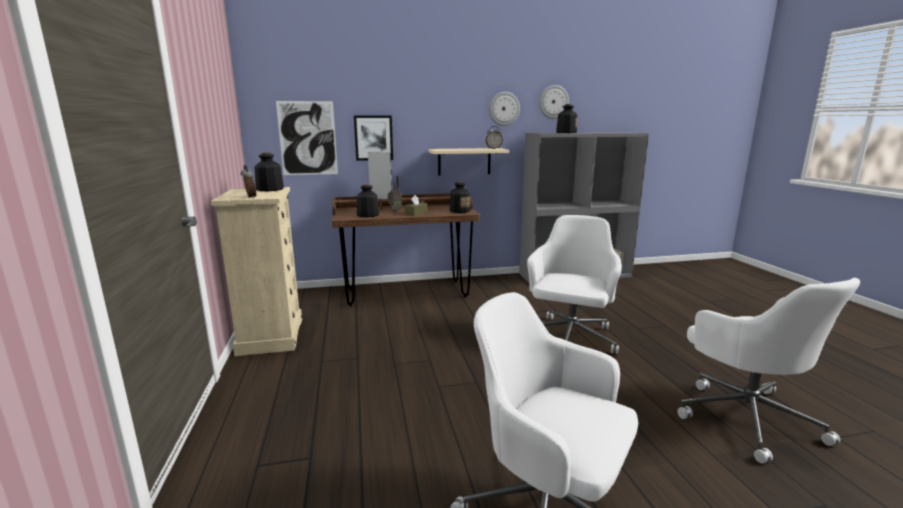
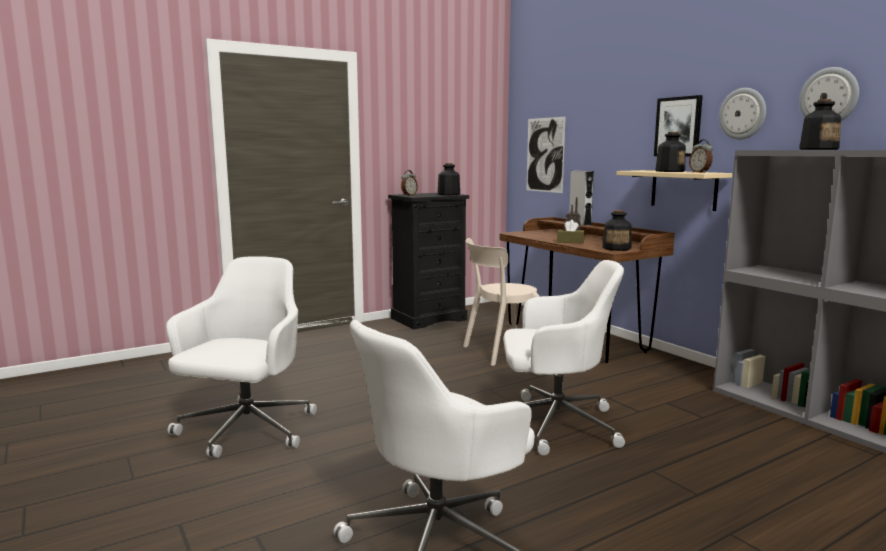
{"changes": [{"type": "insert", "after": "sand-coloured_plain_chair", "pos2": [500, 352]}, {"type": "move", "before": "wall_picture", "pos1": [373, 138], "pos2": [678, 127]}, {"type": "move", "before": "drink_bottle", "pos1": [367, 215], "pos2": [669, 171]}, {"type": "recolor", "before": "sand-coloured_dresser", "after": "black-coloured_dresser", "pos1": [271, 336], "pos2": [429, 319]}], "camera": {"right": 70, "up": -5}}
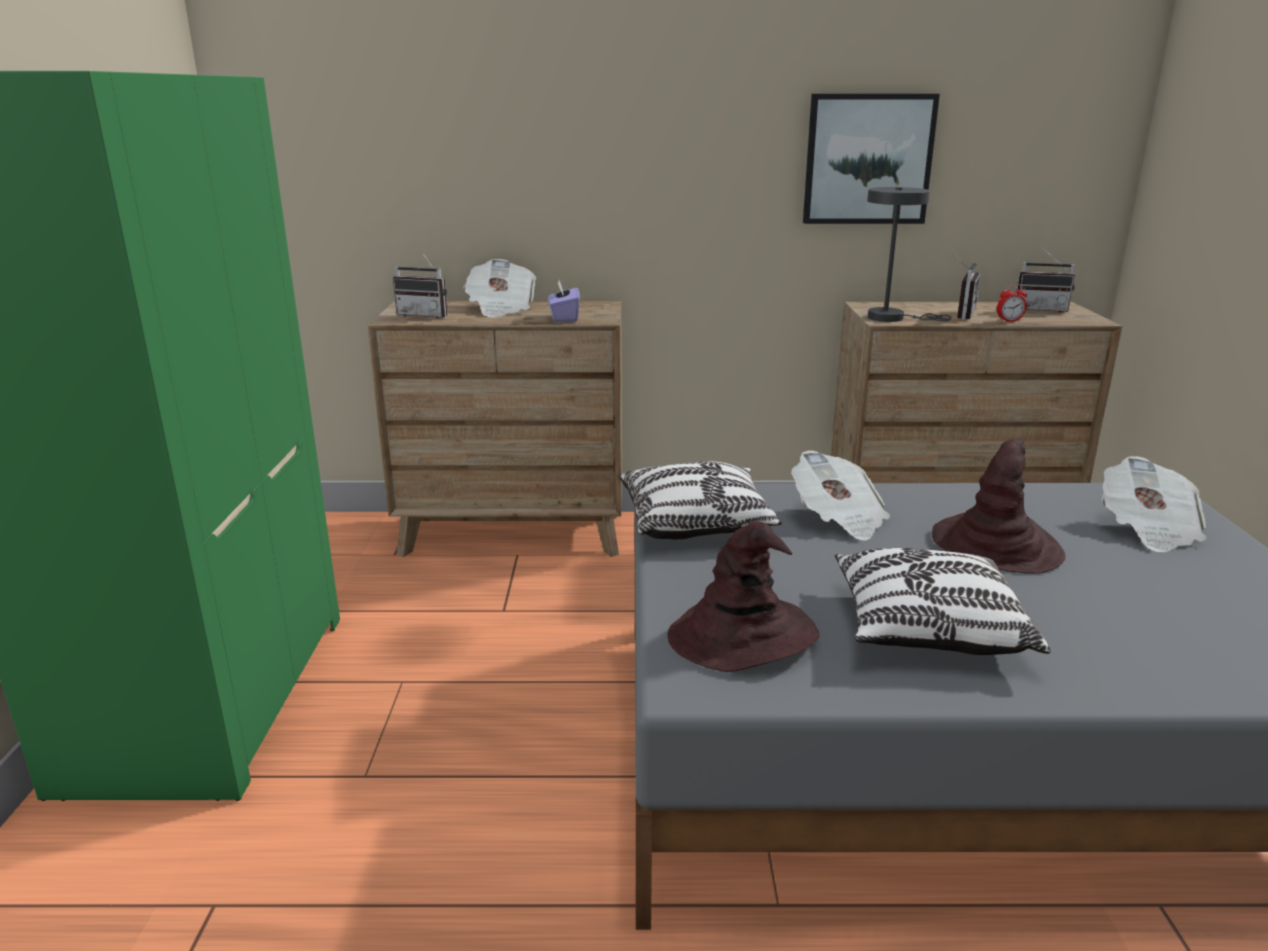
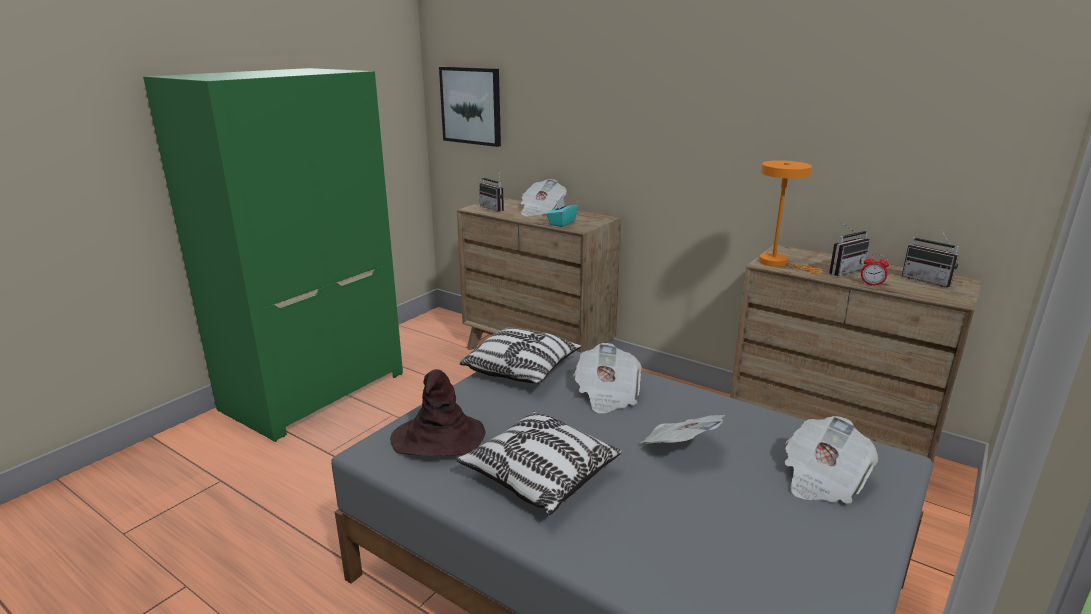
{"changes": [{"type": "move", "before": "wall_picture", "pos1": [868, 159], "pos2": [471, 106]}, {"type": "replace", "before": "brown_hat", "after": "newspaper", "pos1": [996, 545], "pos2": [679, 447]}, {"type": "recolor", "before": "purple_box_of_tissues", "after": "turquoise-coloured_box_of_tissues", "pos1": [564, 318], "pos2": [561, 223]}, {"type": "recolor", "before": "gray_tabletop_lamp", "after": "orange_tabletop_lamp", "pos1": [892, 318], "pos2": [778, 263]}], "camera": {"right": 35, "up": 0}}
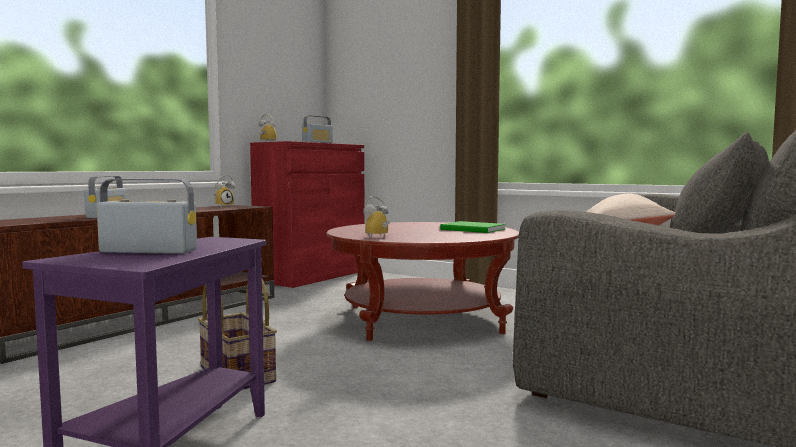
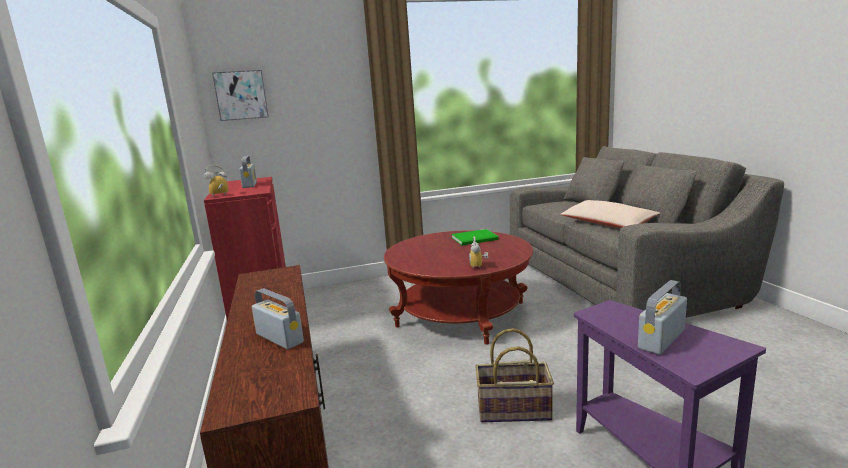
{"changes": [{"type": "delete", "before": "alarm_clock", "pos1": [223, 206]}, {"type": "insert", "after": "wall_picture", "pos2": [241, 95]}], "camera": {"right": -50, "up": 10}}
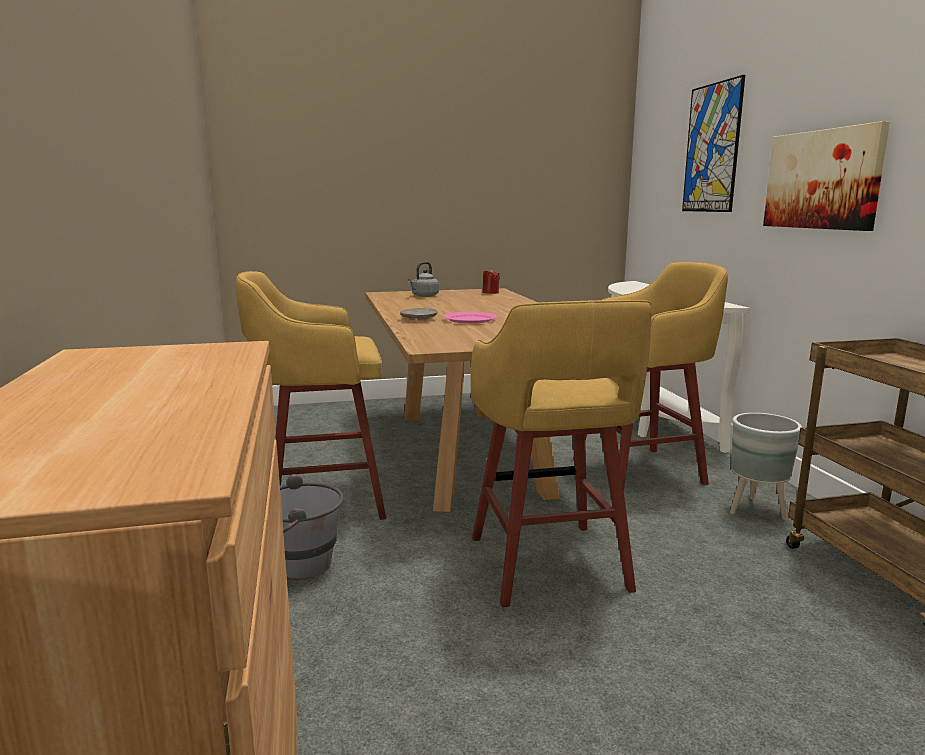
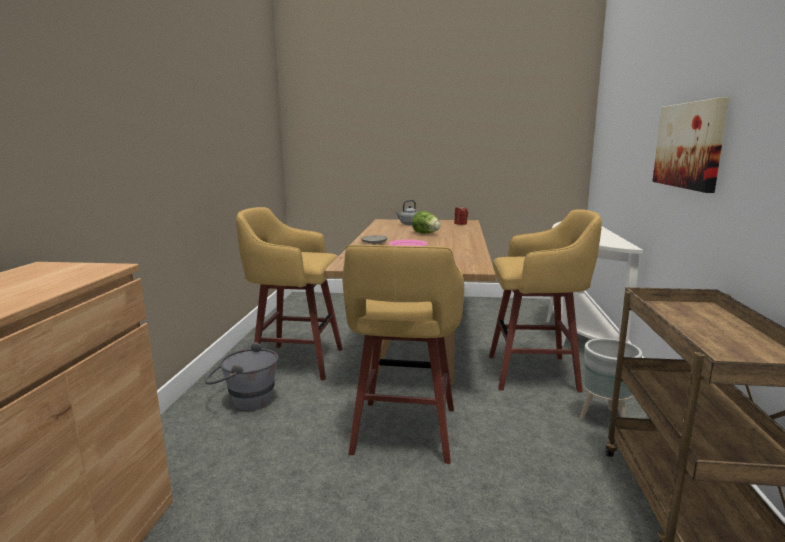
{"changes": [{"type": "delete", "before": "wall_picture", "pos1": [712, 148]}, {"type": "insert", "after": "lettuce_head", "pos2": [426, 233]}], "camera": {"right": 20, "up": 0}}
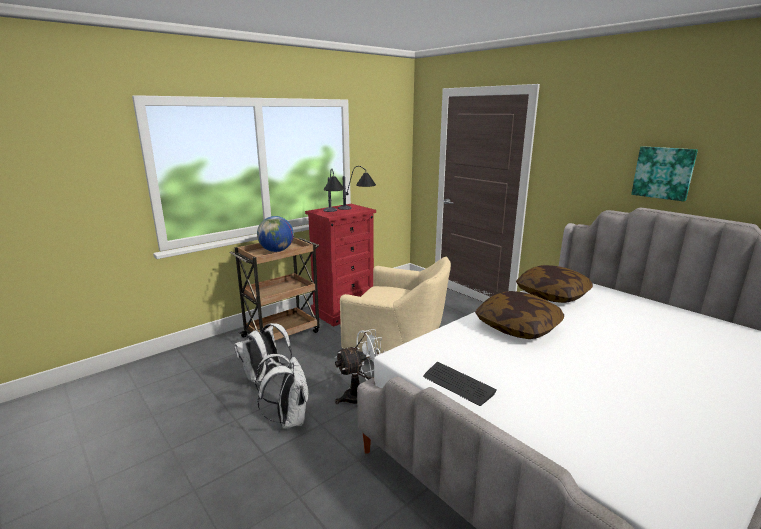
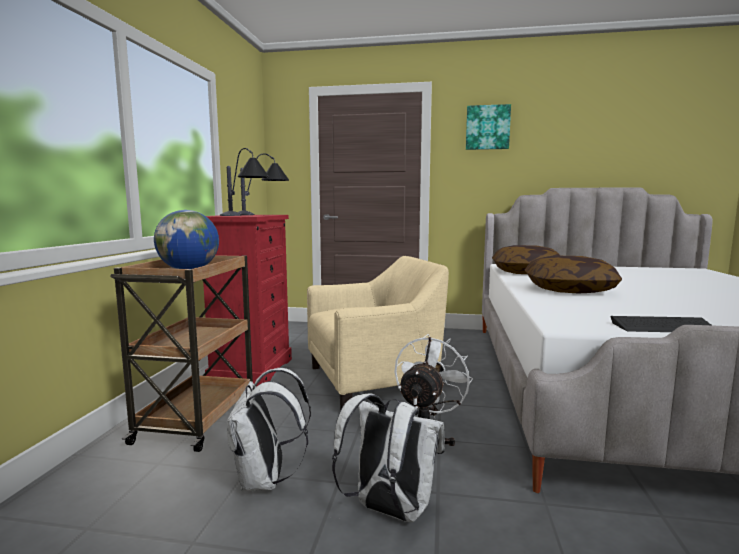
{"changes": [{"type": "move", "before": "wall_picture", "pos1": [663, 173], "pos2": [487, 127]}], "camera": {"right": -40, "up": -10}}
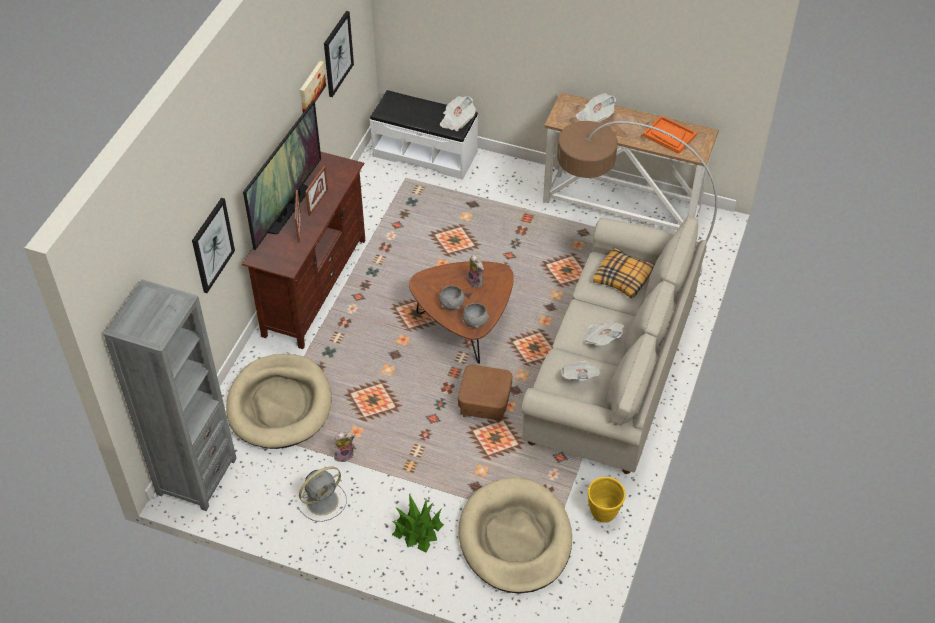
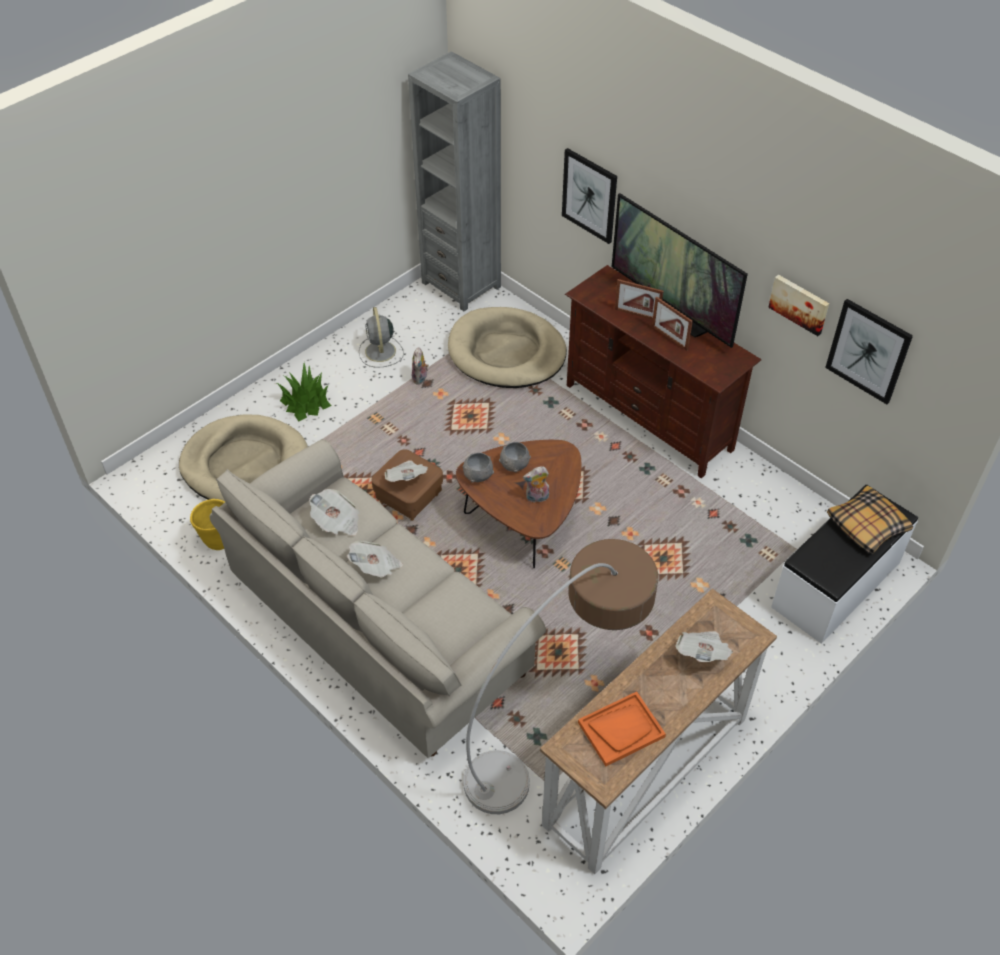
{"changes": [{"type": "move", "before": "newspaper", "pos1": [457, 121], "pos2": [406, 479]}, {"type": "move", "before": "throw_pillow", "pos1": [623, 278], "pos2": [866, 526]}], "camera": {"right": 115, "up": 0}}
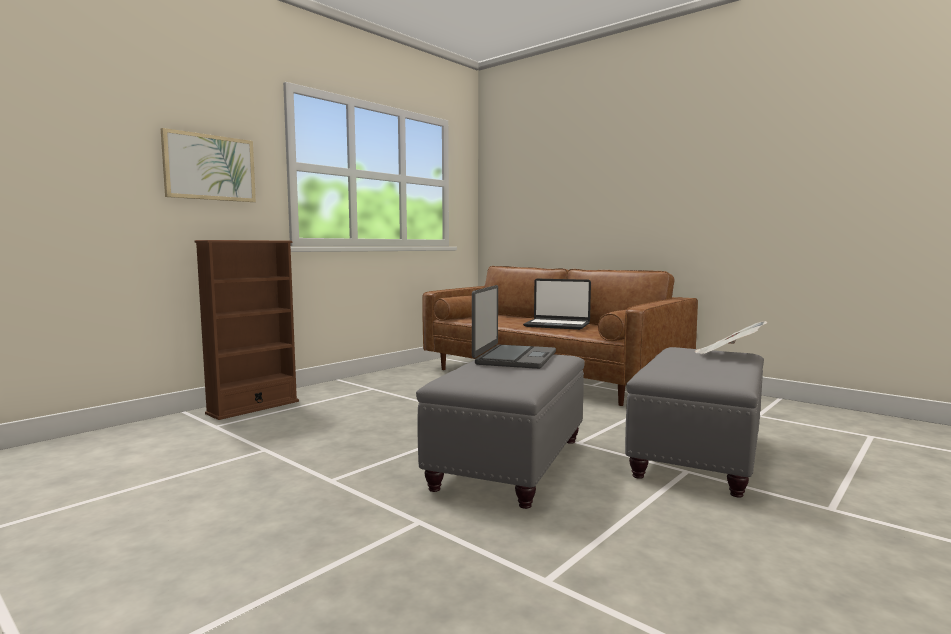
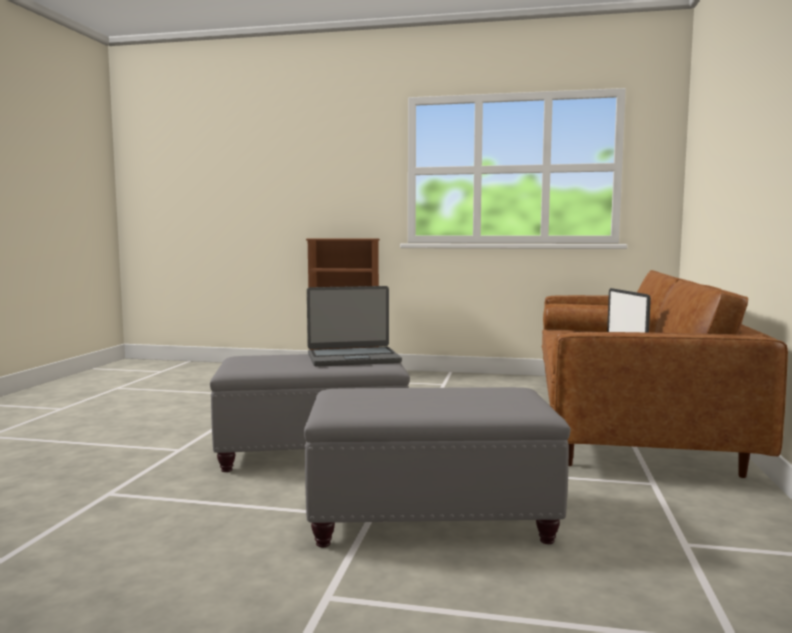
{"changes": [{"type": "delete", "before": "wall_picture", "pos1": [209, 167]}, {"type": "delete", "before": "newspaper", "pos1": [727, 355]}], "camera": {"right": 60, "up": 0}}
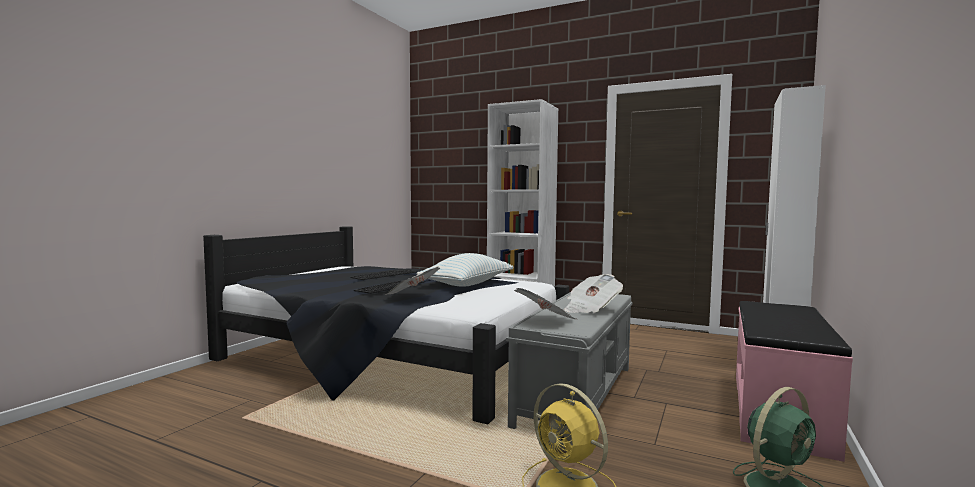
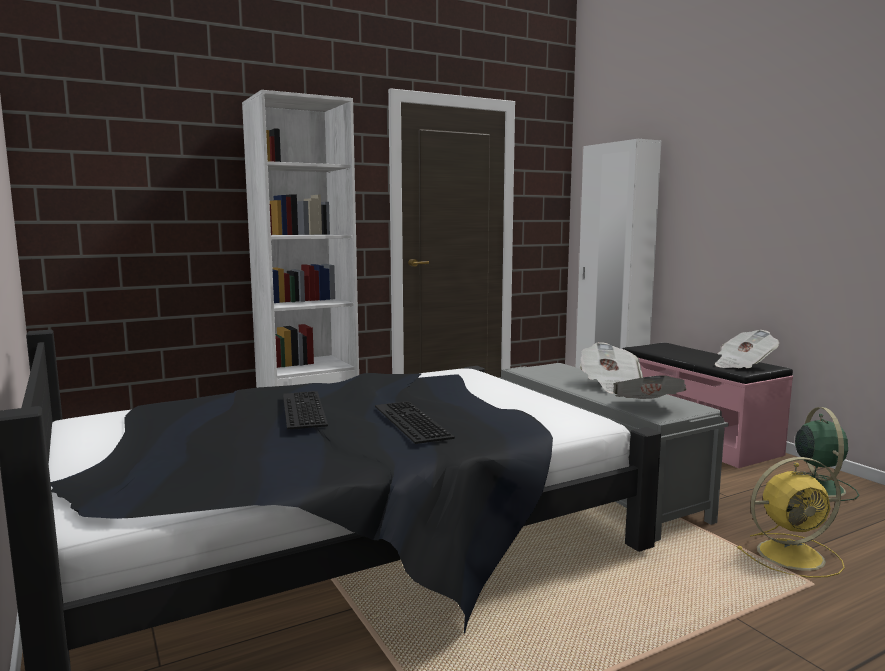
{"changes": [{"type": "delete", "before": "throw_pillow", "pos1": [467, 284]}, {"type": "move", "before": "newspaper", "pos1": [412, 296], "pos2": [743, 365]}], "camera": {"right": -55, "up": 5}}
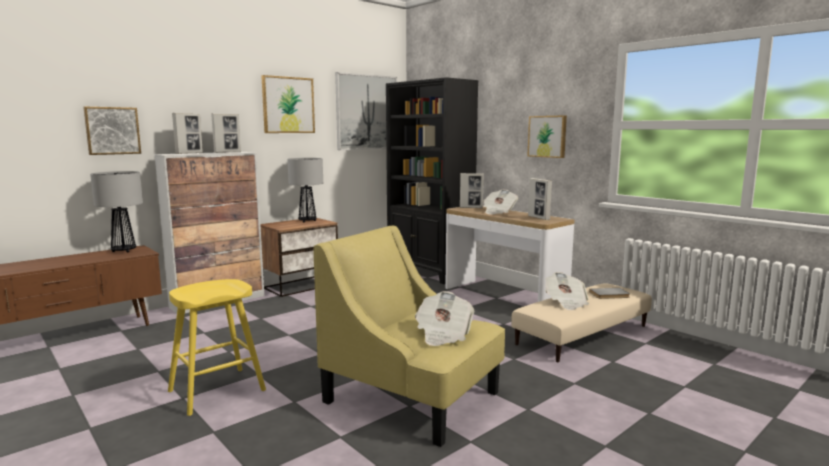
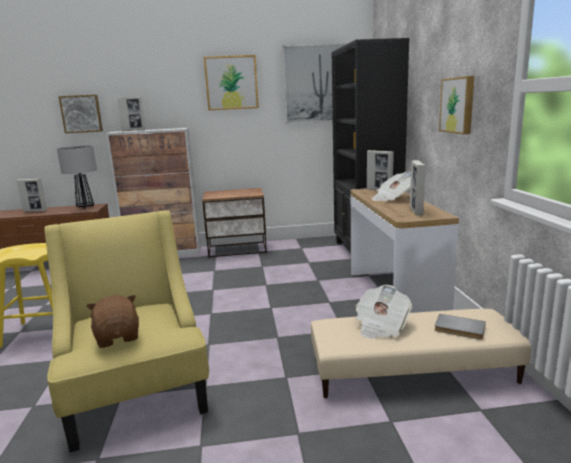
{"changes": [{"type": "delete", "before": "tabletop_lamp", "pos1": [307, 221]}, {"type": "move", "before": "photo_frame", "pos1": [227, 152], "pos2": [35, 211]}, {"type": "replace", "before": "newspaper", "after": "brown_soft_toy", "pos1": [443, 334], "pos2": [118, 337]}], "camera": {"right": 35, "up": 5}}
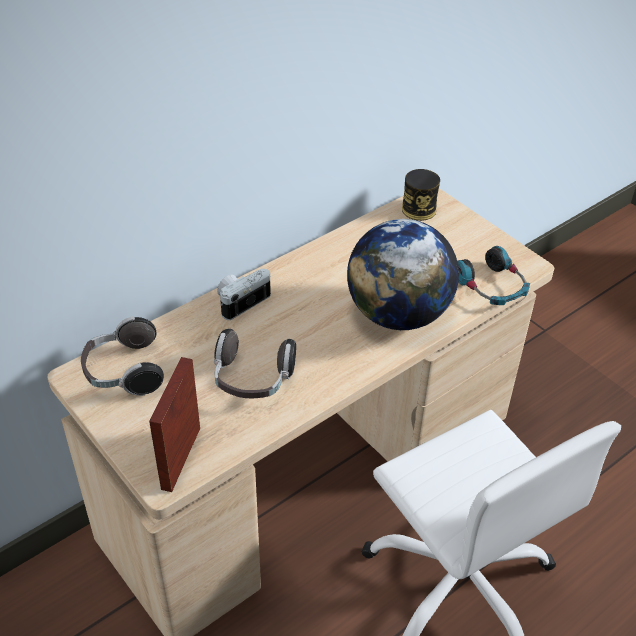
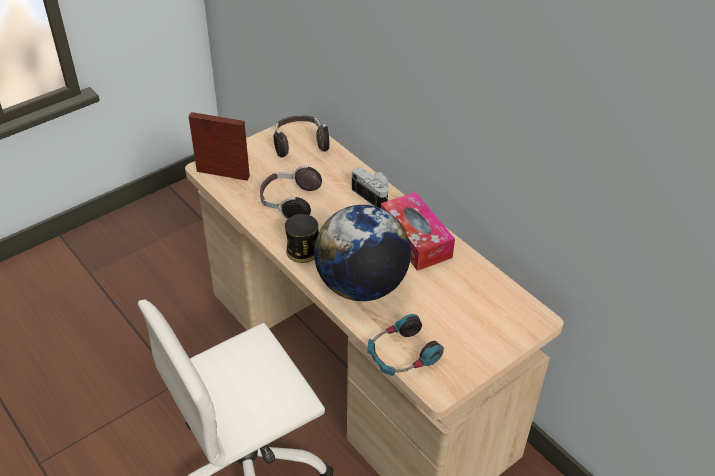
{"changes": [{"type": "insert", "after": "box_of_tissues", "pos2": [415, 239]}, {"type": "move", "before": "sealed_can", "pos1": [419, 210], "pos2": [302, 251]}], "camera": {"right": 90, "up": 0}}
